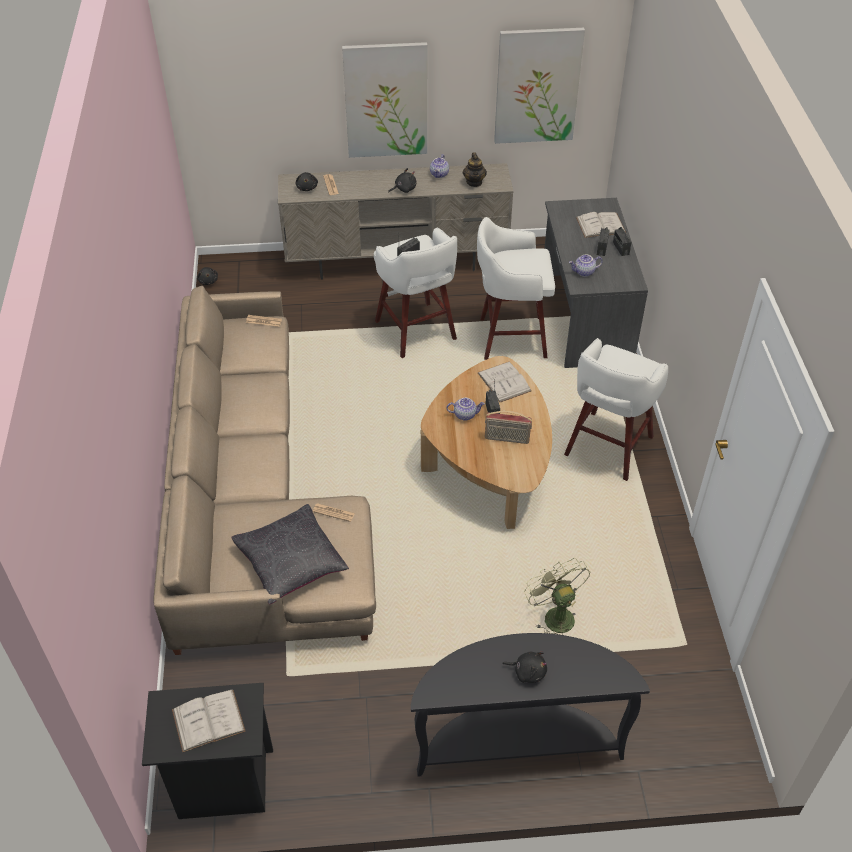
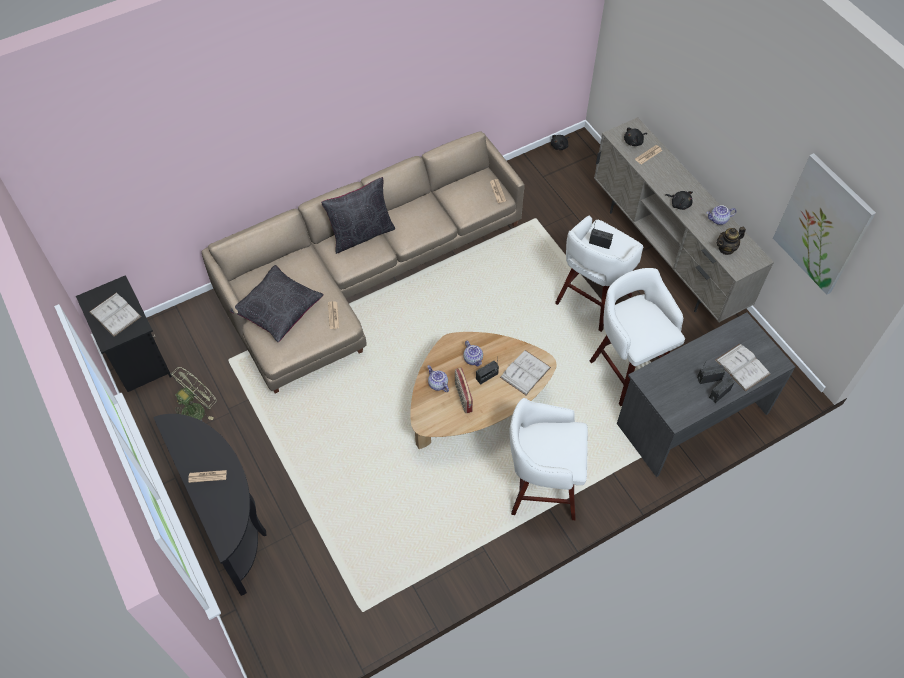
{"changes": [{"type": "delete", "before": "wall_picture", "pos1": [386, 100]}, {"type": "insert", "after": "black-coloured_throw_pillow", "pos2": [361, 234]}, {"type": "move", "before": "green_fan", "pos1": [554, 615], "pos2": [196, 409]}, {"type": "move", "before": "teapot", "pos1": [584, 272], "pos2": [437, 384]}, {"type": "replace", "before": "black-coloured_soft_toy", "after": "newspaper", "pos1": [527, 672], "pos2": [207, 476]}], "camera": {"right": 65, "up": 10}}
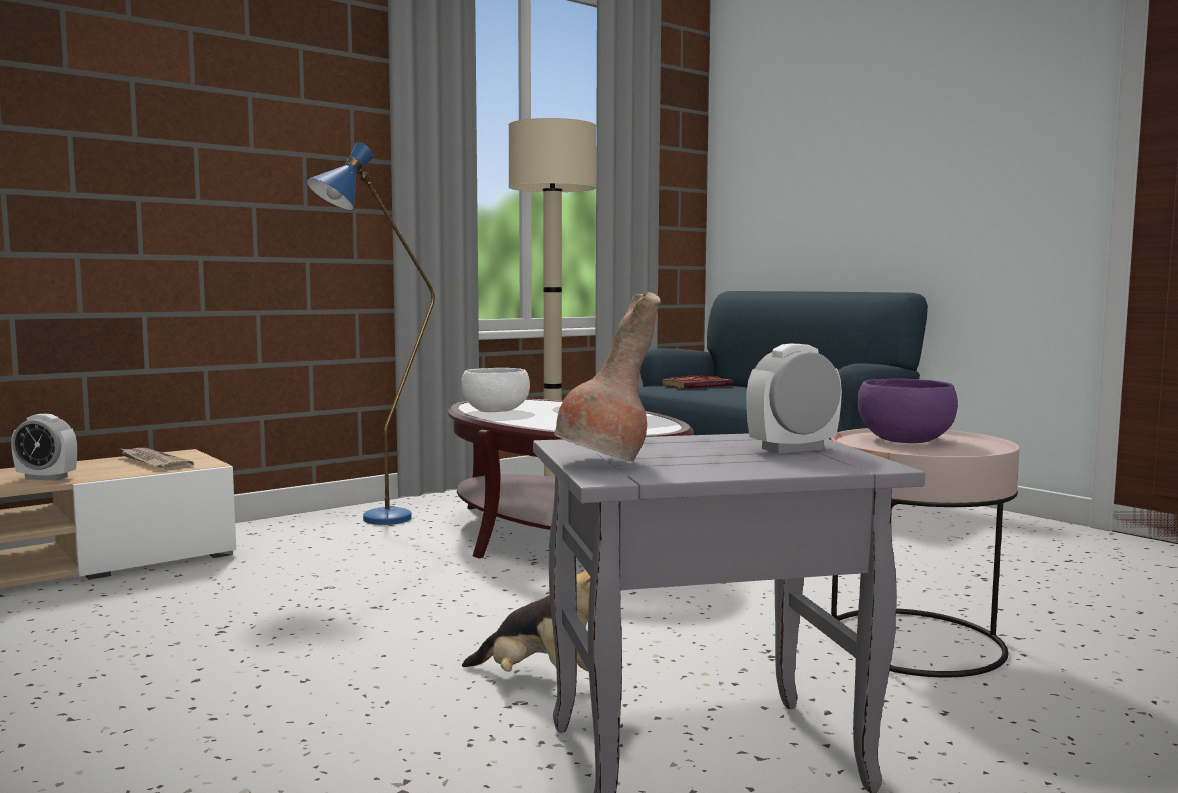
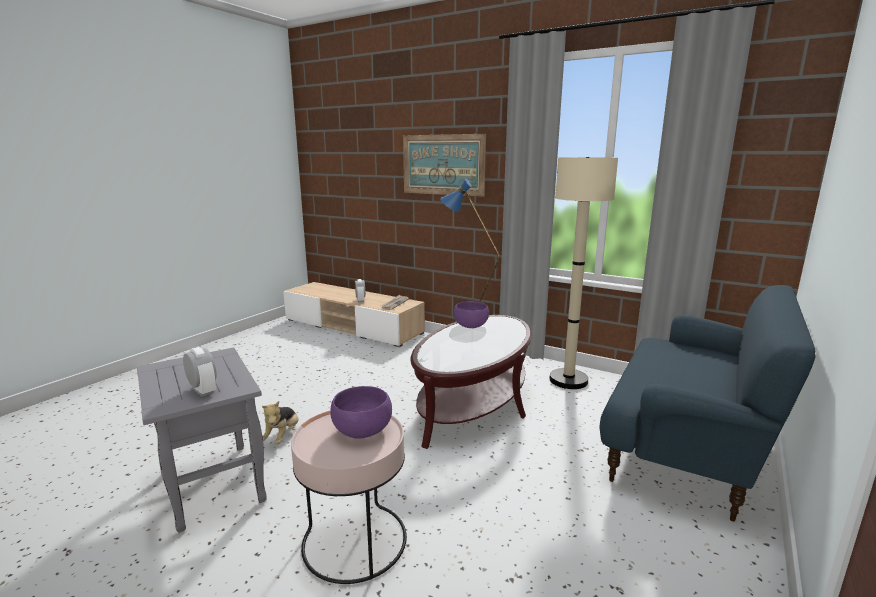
{"changes": [{"type": "delete", "before": "brown_vase", "pos1": [605, 463]}, {"type": "delete", "before": "bound_book", "pos1": [696, 385]}, {"type": "insert", "after": "wall_picture", "pos2": [443, 165]}, {"type": "recolor", "before": "whitish_serving_bowl", "after": "purple_serving_bowl", "pos1": [496, 410], "pos2": [471, 326]}], "camera": {"right": 70, "up": 10}}
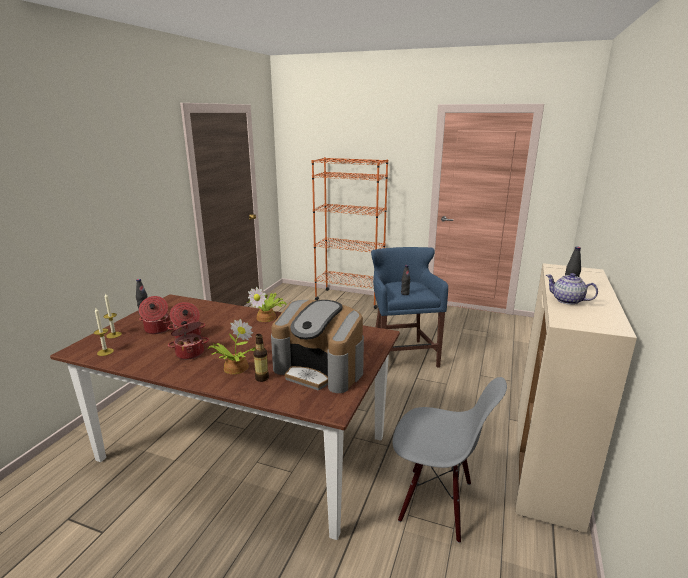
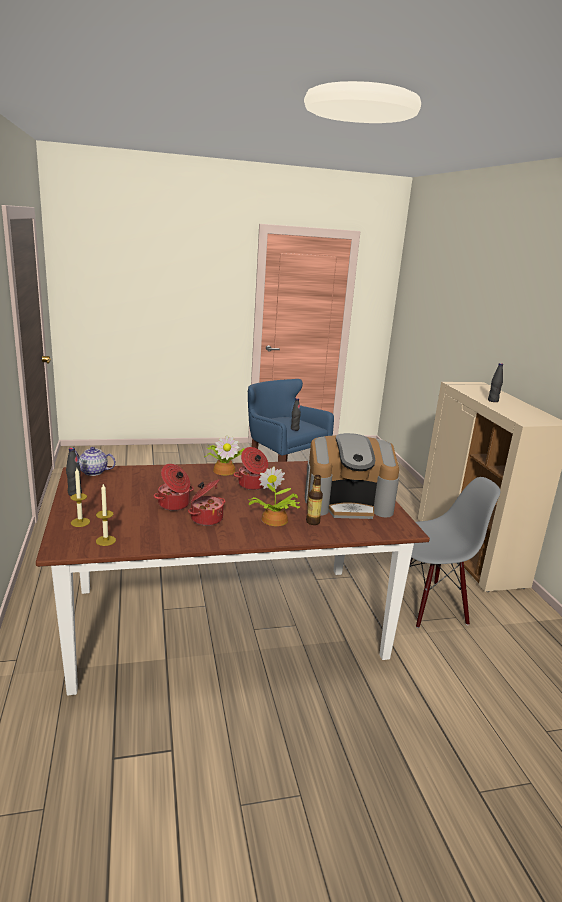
{"changes": [{"type": "delete", "before": "orange_bookshelf", "pos1": [349, 298]}, {"type": "move", "before": "cooking_pot", "pos1": [157, 329], "pos2": [252, 485]}, {"type": "move", "before": "teapot", "pos1": [568, 301], "pos2": [93, 472]}], "camera": {"right": -35, "up": 0}}
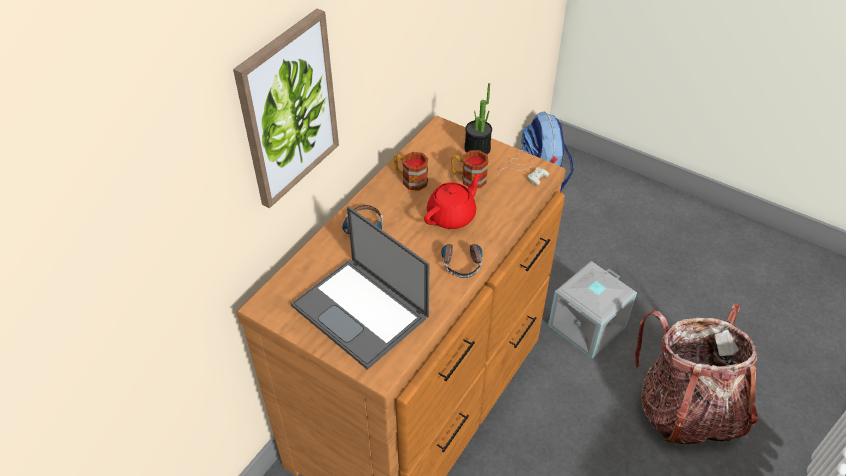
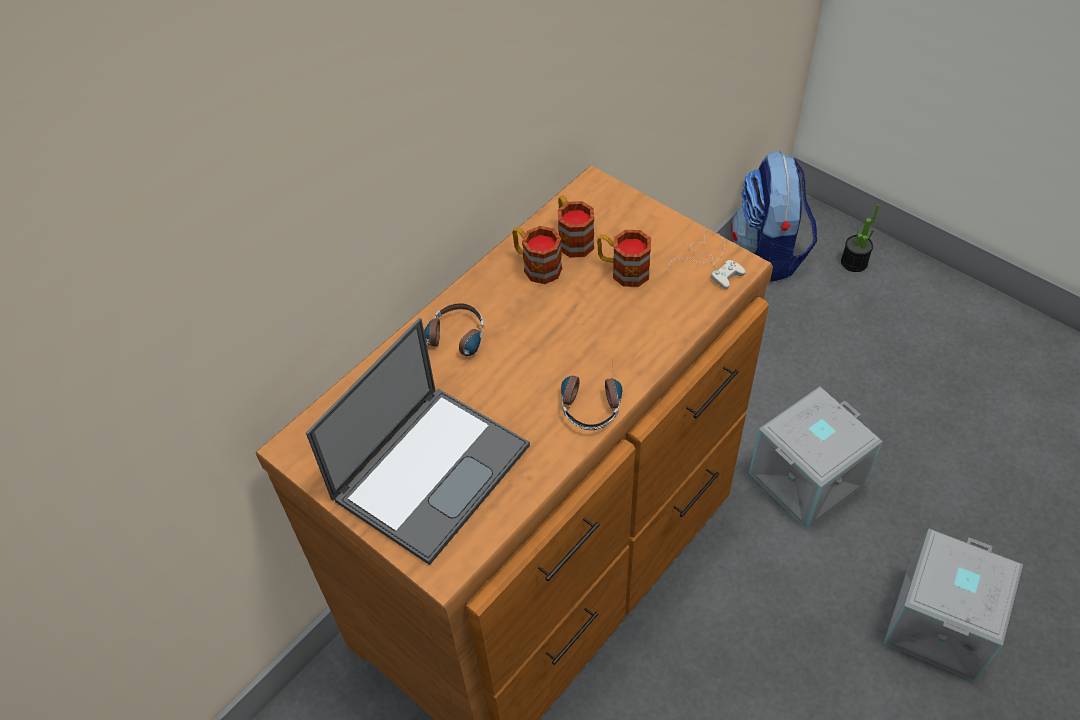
{"changes": [{"type": "delete", "before": "wall_picture", "pos1": [288, 110]}, {"type": "delete", "before": "reddish_teapot", "pos1": [452, 216]}, {"type": "insert", "after": "mug", "pos2": [572, 238]}, {"type": "move", "before": "plant_in_a_pot", "pos1": [477, 148], "pos2": [854, 262]}, {"type": "replace", "before": "rucksack", "after": "gray_storage_container", "pos1": [686, 410], "pos2": [937, 622]}, {"type": "rotate", "before": "notebook_computer", "pos1": [362, 312], "pos2": [432, 470], "turn": -105}], "camera": {"right": 10, "up": 5}}
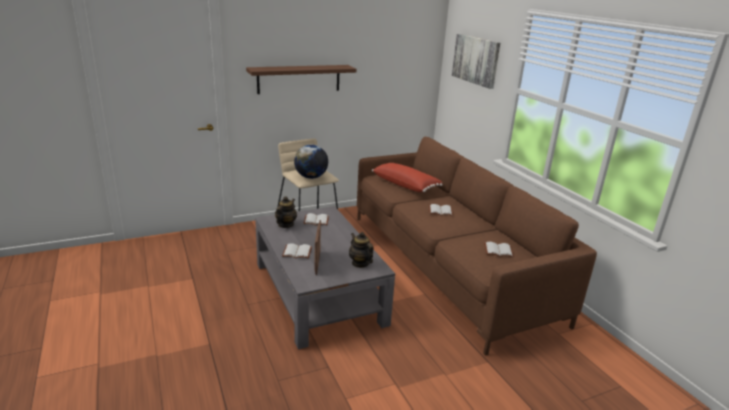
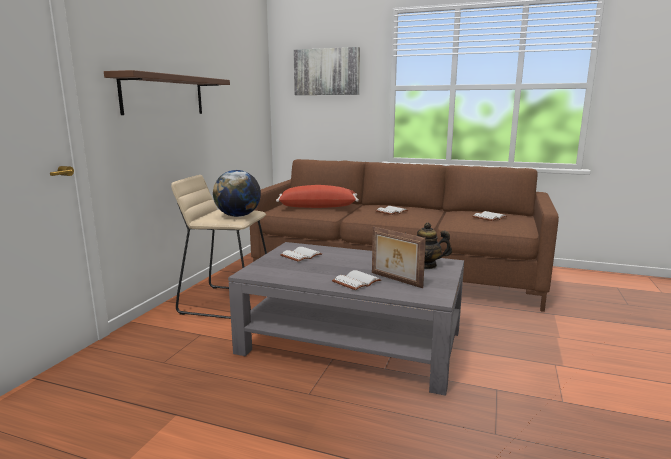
{"changes": [{"type": "delete", "before": "teapot", "pos1": [285, 225]}], "camera": {"right": -45, "up": -10}}
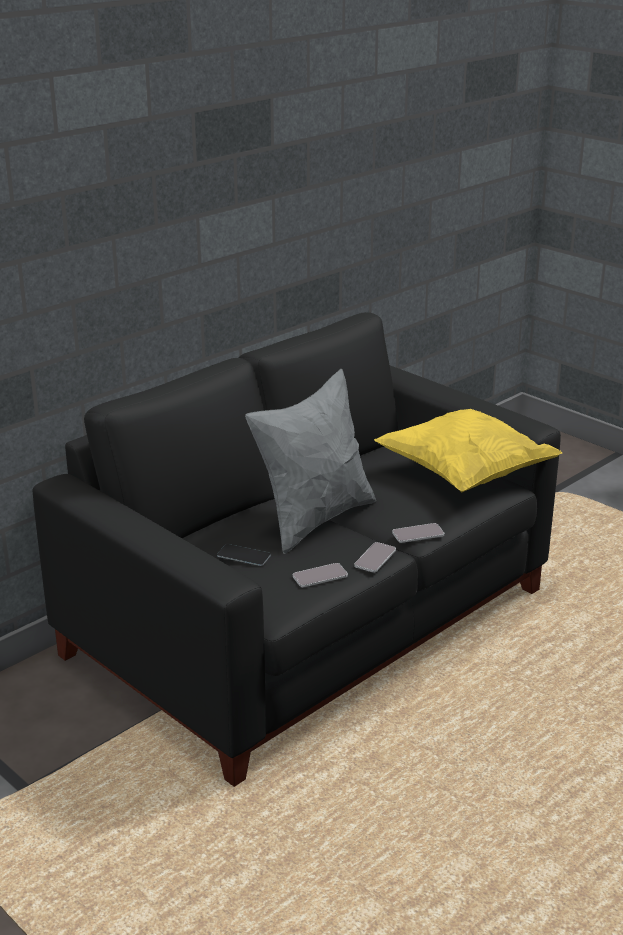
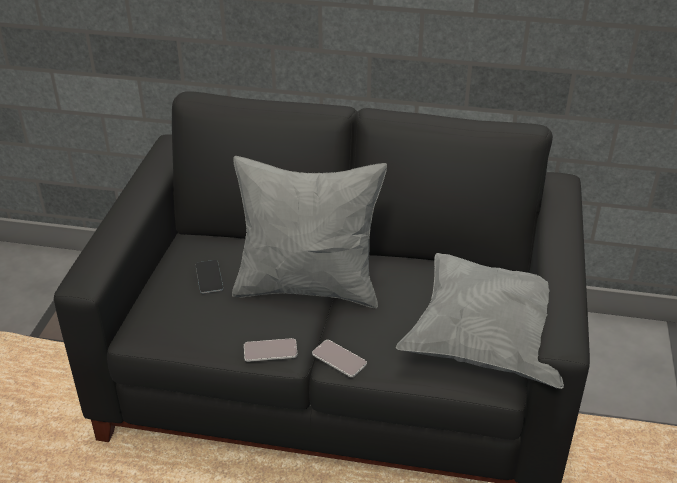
{"changes": [{"type": "delete", "before": "telephone", "pos1": [320, 576]}, {"type": "recolor", "before": "yellowish_throw_pillow", "after": "gray_throw_pillow", "pos1": [465, 474], "pos2": [490, 342]}], "camera": {"right": 55, "up": 10}}
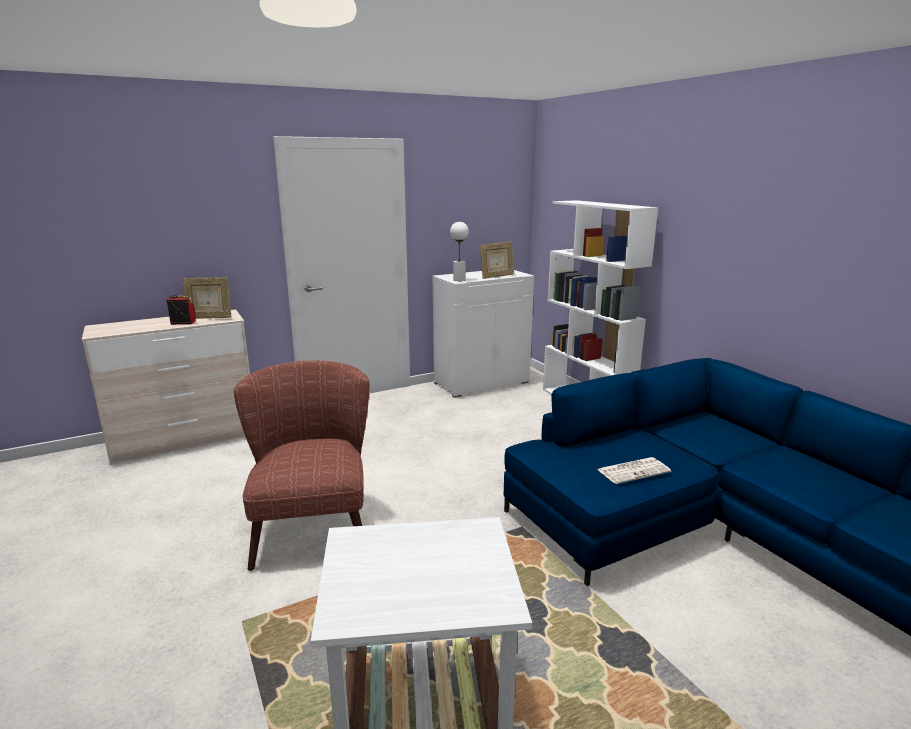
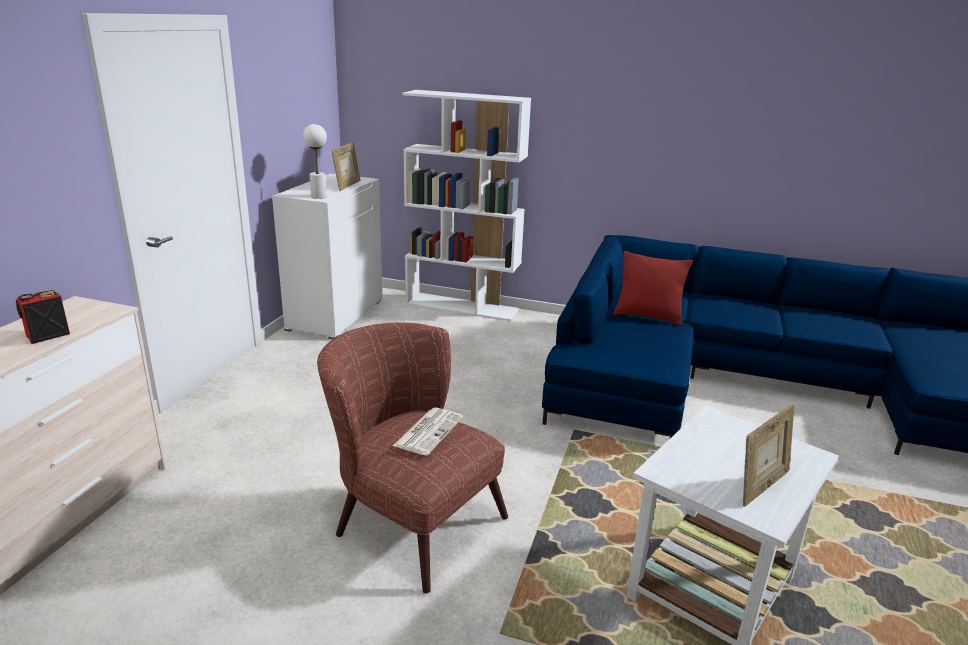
{"changes": [{"type": "insert", "after": "reddish_throw_pillow", "pos2": [648, 316]}, {"type": "move", "before": "photo_frame", "pos1": [210, 318], "pos2": [761, 487]}, {"type": "move", "before": "newspaper", "pos1": [634, 470], "pos2": [428, 431]}], "camera": {"right": -45, "up": 5}}
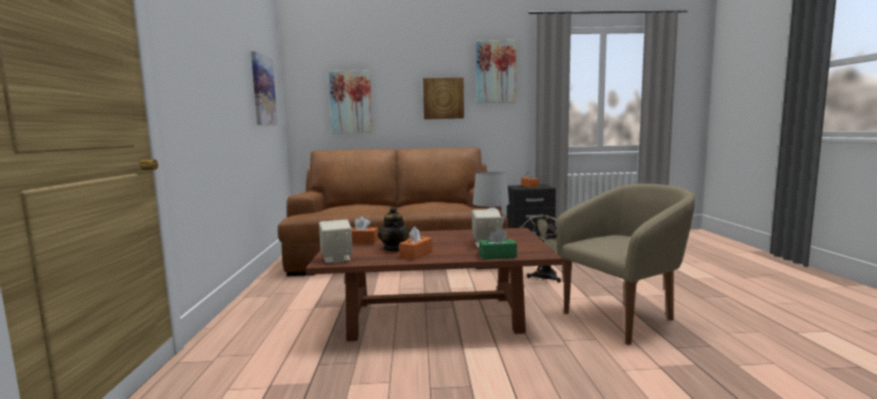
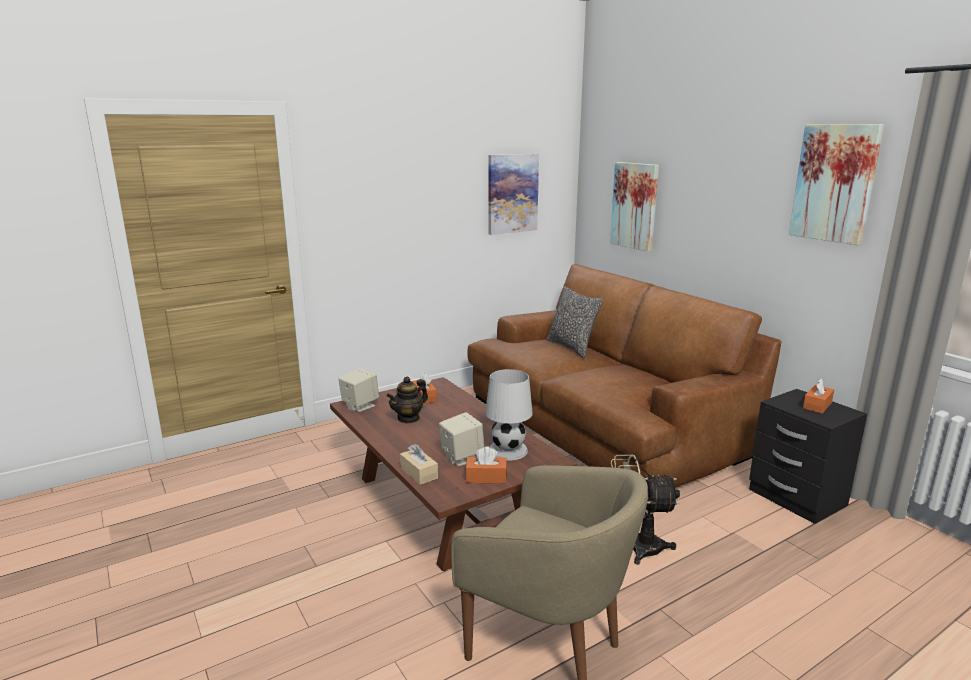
{"changes": [{"type": "delete", "before": "wall_picture", "pos1": [443, 98]}, {"type": "insert", "after": "throw_pillow", "pos2": [571, 347]}, {"type": "move", "before": "orange_box_of_tissues", "pos1": [416, 254], "pos2": [486, 477]}, {"type": "recolor", "before": "green_box_of_tissues", "after": "sand-coloured_box_of_tissues", "pos1": [497, 256], "pos2": [419, 473]}], "camera": {"right": 60, "up": 10}}
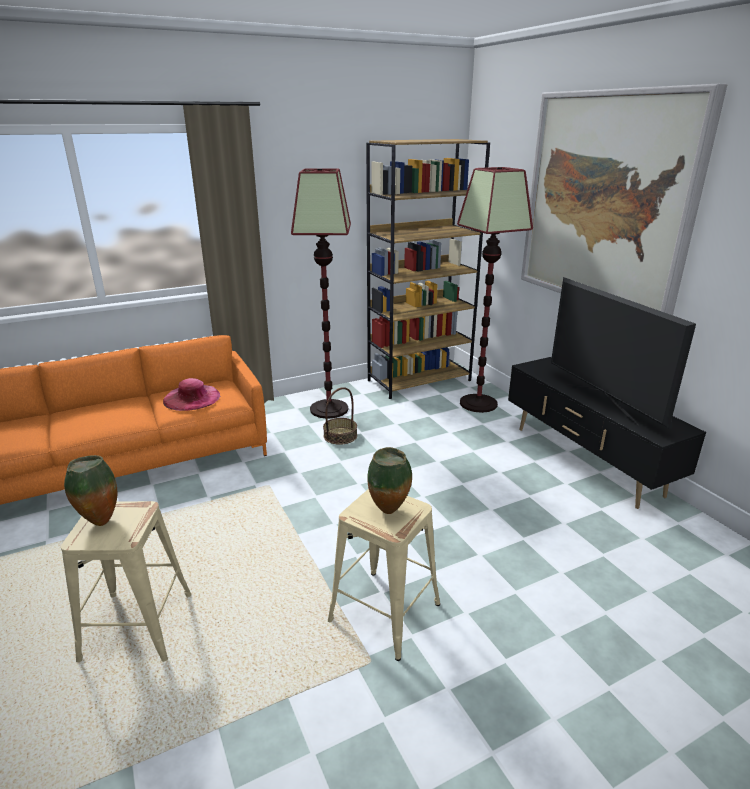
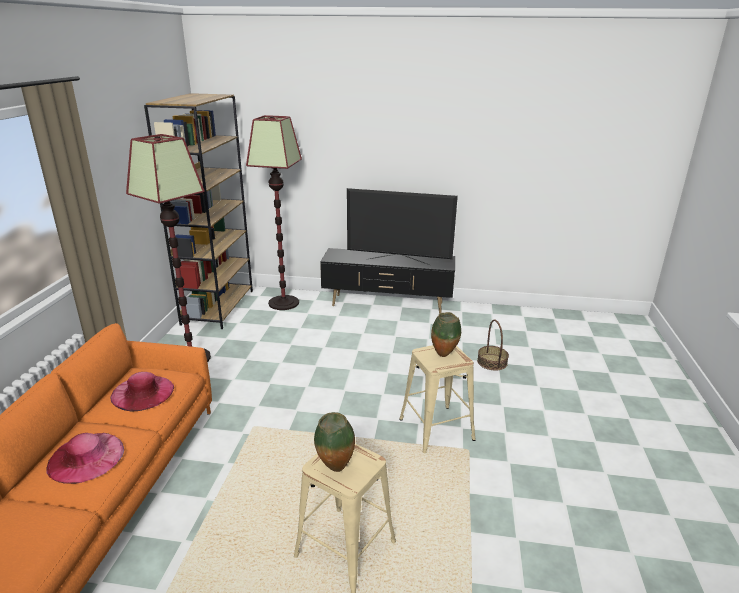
{"changes": [{"type": "delete", "before": "wall_picture", "pos1": [606, 202]}, {"type": "insert", "after": "pink-coloured_hat", "pos2": [86, 457]}, {"type": "move", "before": "household_basket", "pos1": [340, 436], "pos2": [492, 362]}], "camera": {"right": -55, "up": 0}}
